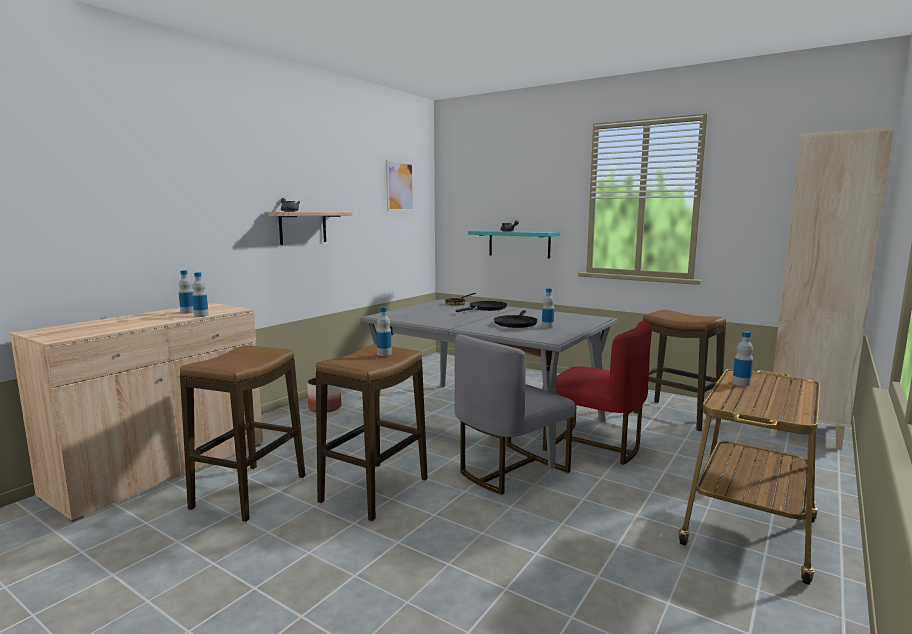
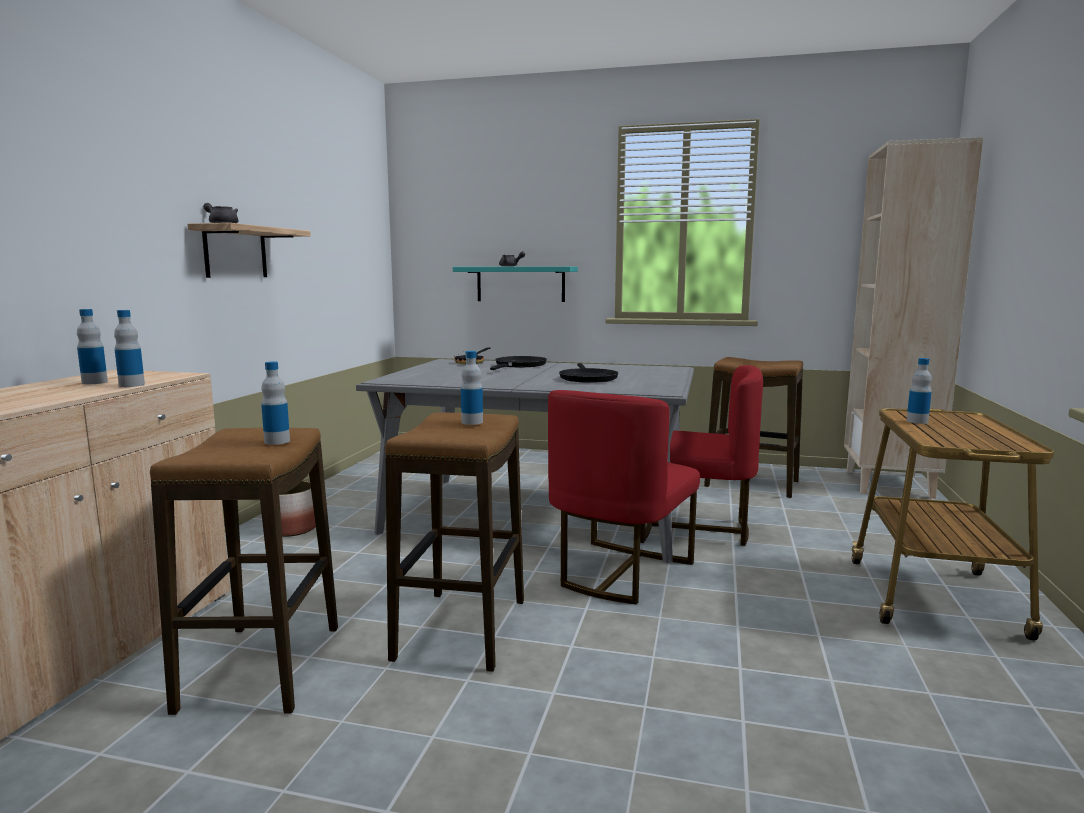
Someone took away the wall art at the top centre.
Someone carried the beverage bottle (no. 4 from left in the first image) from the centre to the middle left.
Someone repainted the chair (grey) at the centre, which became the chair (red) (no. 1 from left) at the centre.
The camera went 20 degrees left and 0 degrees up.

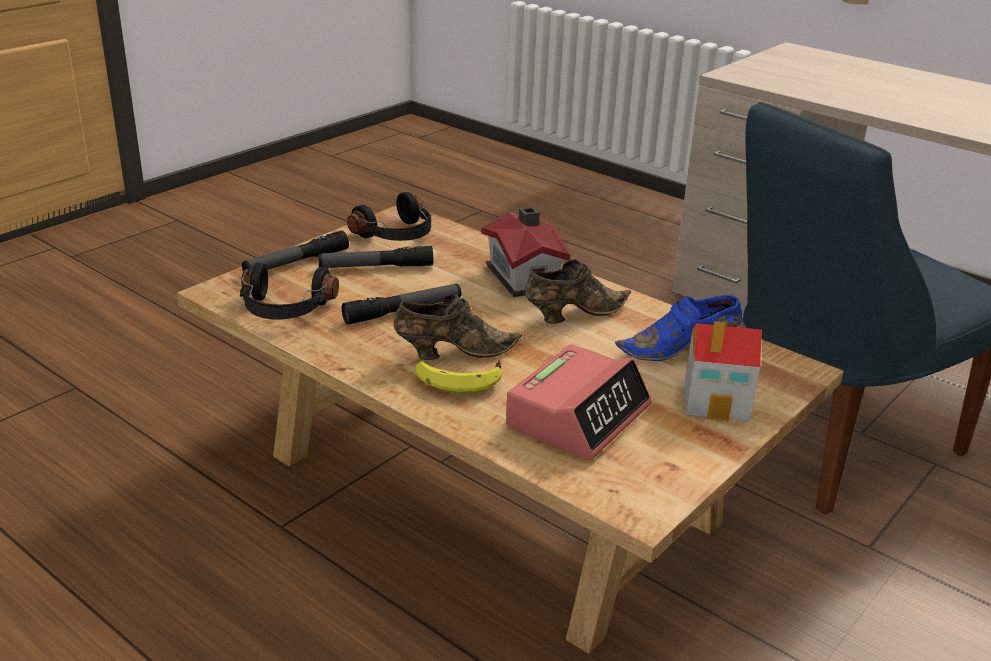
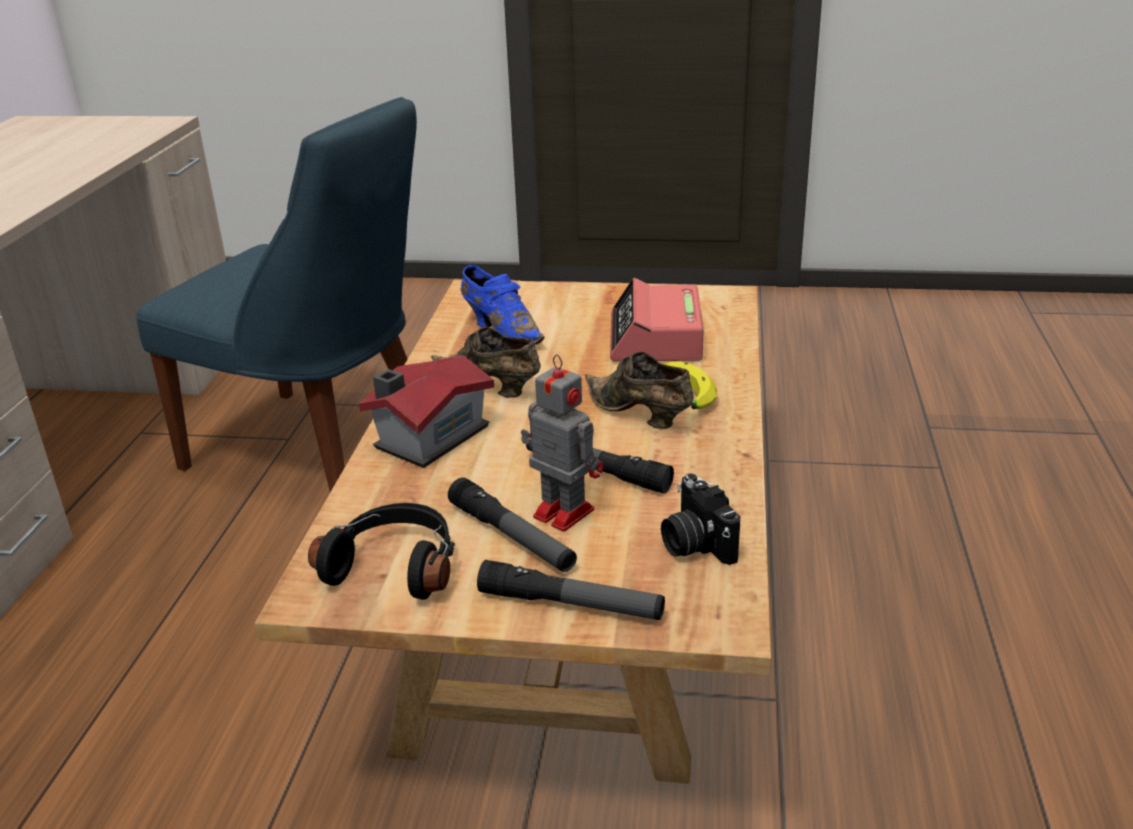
Someone took away the model house (no. 2 from left) at the middle right.
Someone put down the toy robot at the centre.
Someone swapped the pair of headphones (blackish) (no. 1 from left) at the middle left for the photo camera at the centre.
Someone rotated the bedside clock at the centre by 90 degrees counterclockwise.
The camera went 120 degrees left and 0 degrees up.

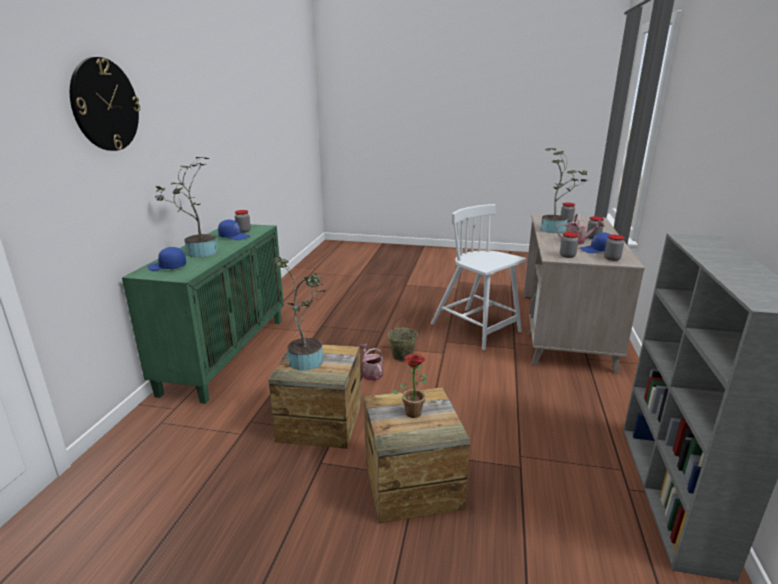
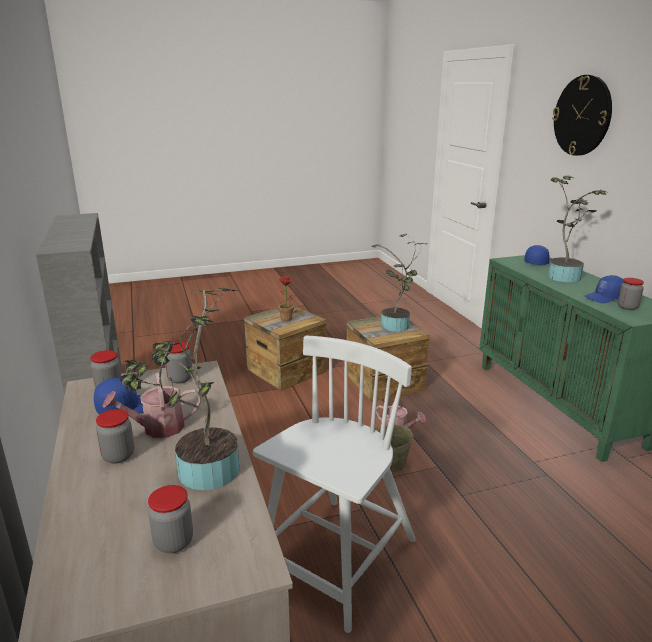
Someone rotated the chair (white) at the centre by 75 degrees counterclockwise.
The camera went 150 degrees right and 0 degrees up.

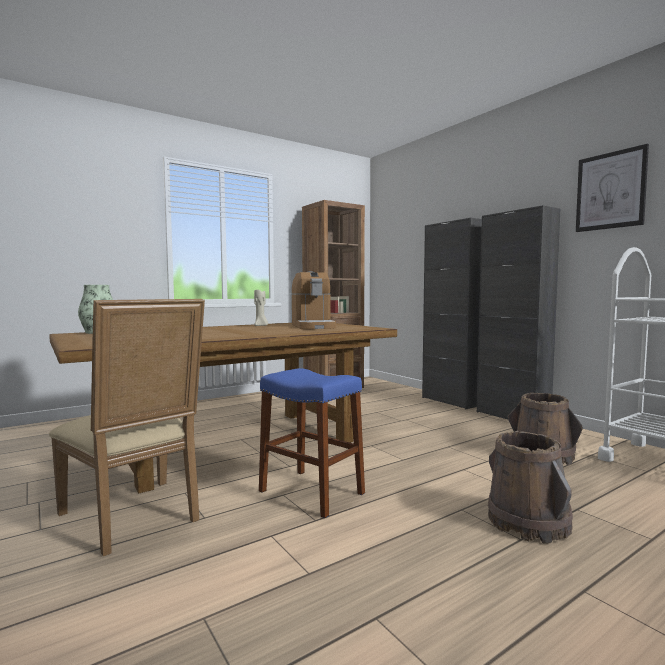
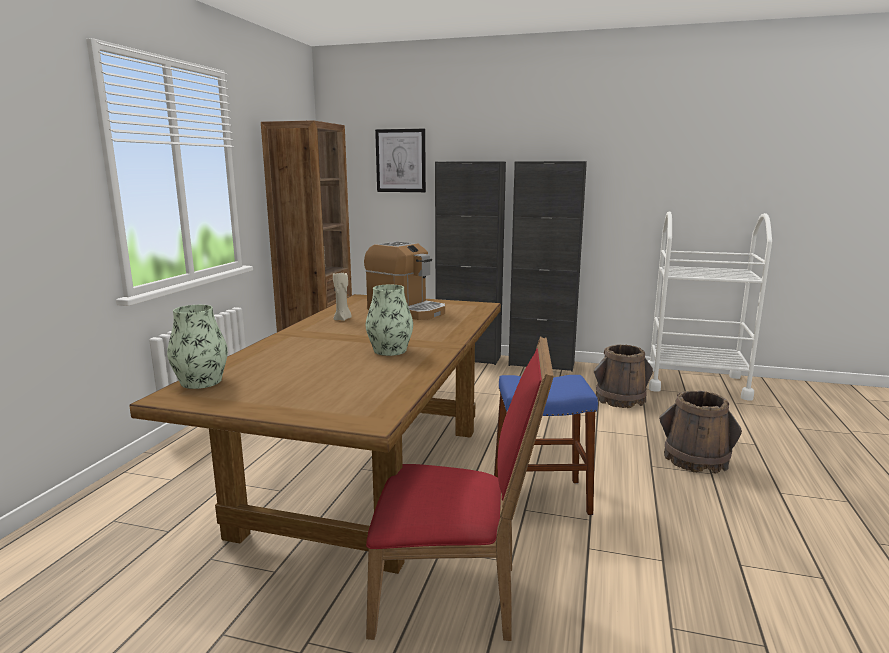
Someone put down the decorative vase (no. 2 from left) at the centre.
Someone carried the wall art from the top right to the top centre.
Someone repainted the chair (beige-coloured) at the middle left, which became the chair (red) at the bottom centre.
The camera went 40 degrees left and 10 degrees up.

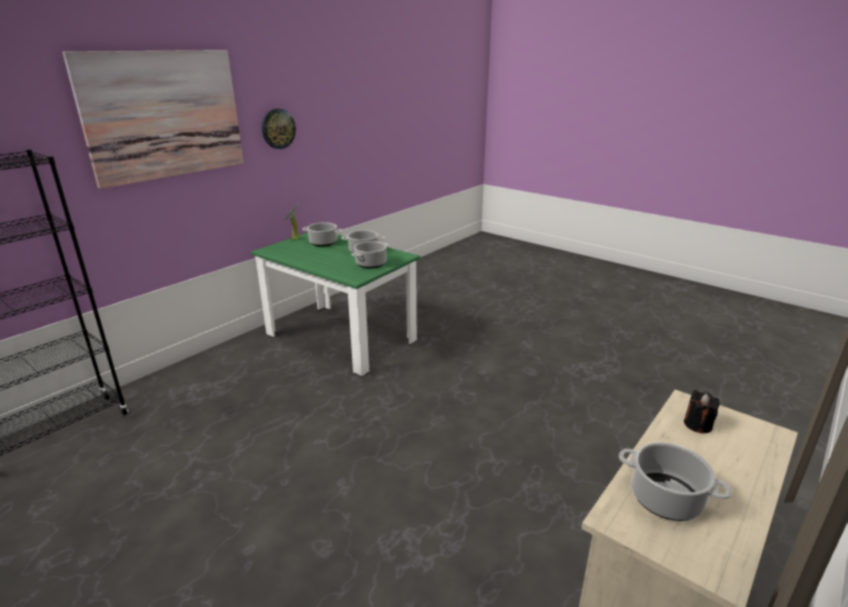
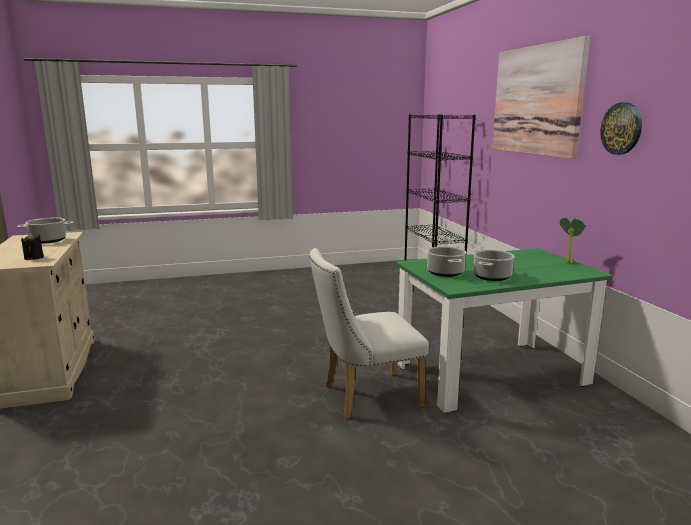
Someone took away the saucepot (no. 1 from left) at the centre.
Someone put down the chair (white) at the centre.
The camera went 125 degrees right and 10 degrees down.

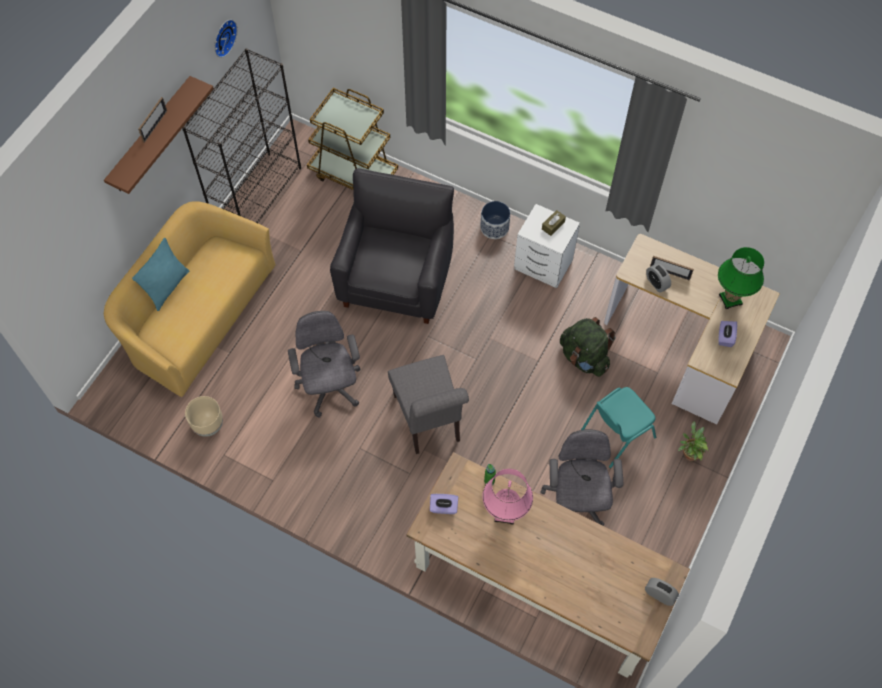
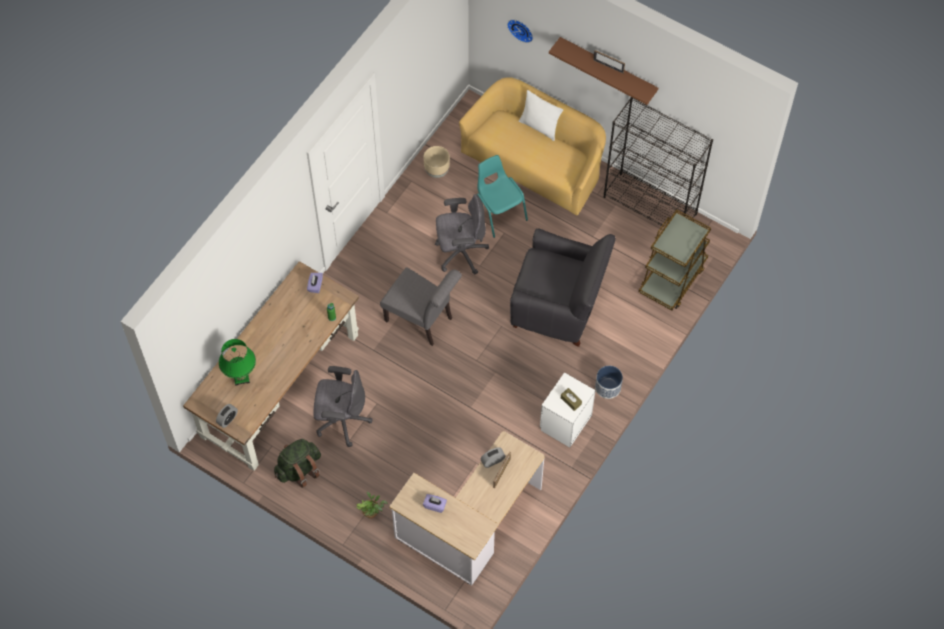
Someone took away the tabletop lamp (pinkish) at the bottom centre.
Someone carried the wall clock from the top left to the top centre.
Someone carried the backpack (green) from the middle right to the bottom left.
Someone carried the chair (turquoise-coloured) from the middle right to the top centre.
Someone carried the tabletop lamp (green) from the middle right to the middle left.
Someone repainted the throw pillow (turquoise-coloured) at the middle left, which became the throw pillow (white) at the top centre.
Someone rotated the chair (grey) at the centre by 135 degrees counterclockwise.
The camera went 95 degrees right and 0 degrees up.

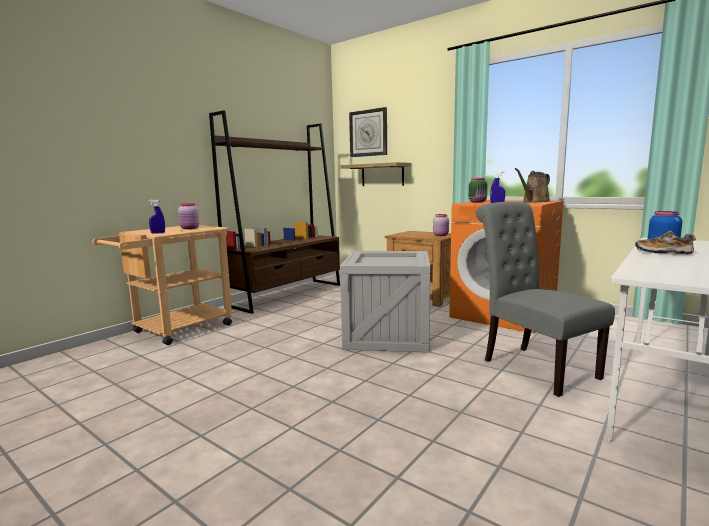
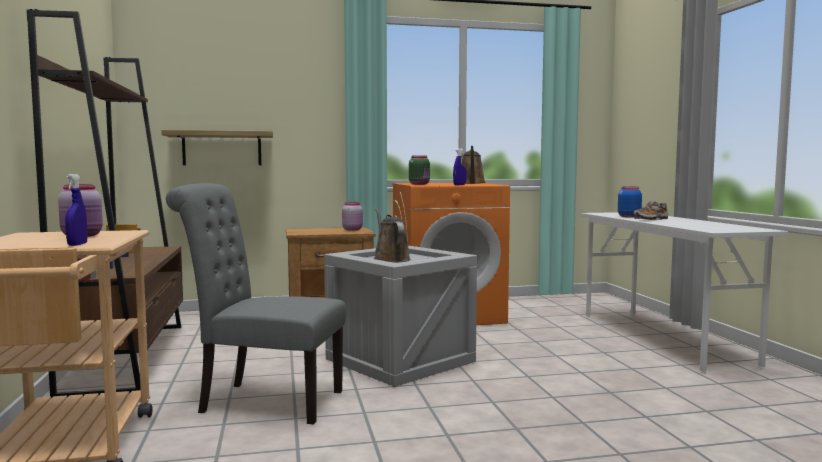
Someone took away the wall clock at the top centre.
Someone put down the sprinkling can (brown) (no. 1 from left) at the centre.
Someone carried the chair (grey) from the middle right to the middle left.
The camera went 50 degrees left and 5 degrees down.

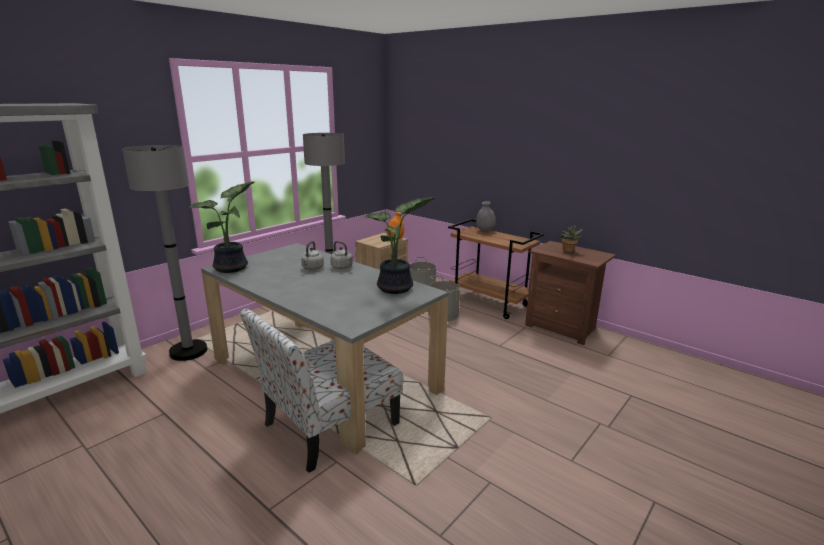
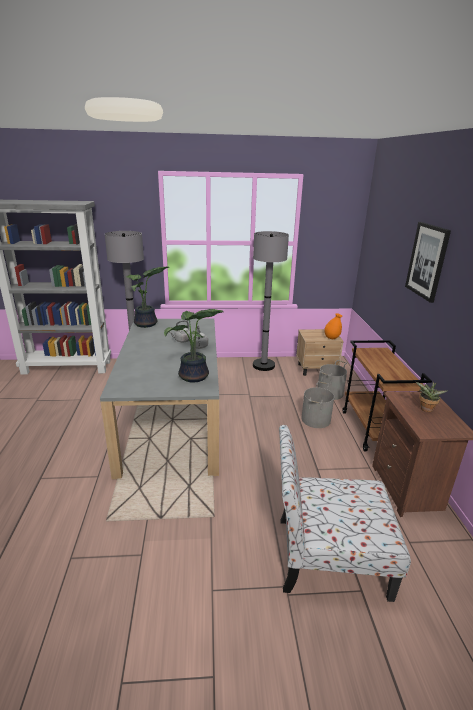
Someone took away the decorative vase (grey) at the centre.
Someone put up the wall art at the middle right.
Someone carried the chair from the bottom centre to the bottom right.
The camera went 45 degrees right and 5 degrees up.

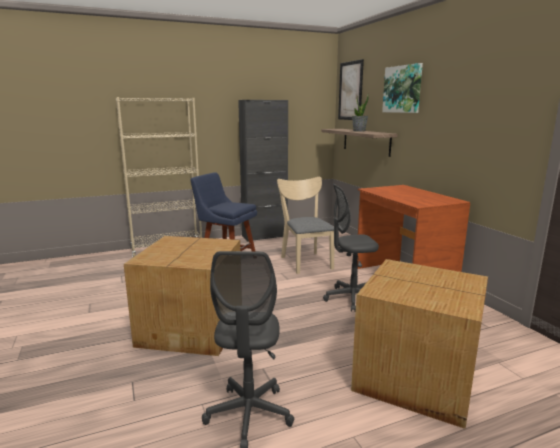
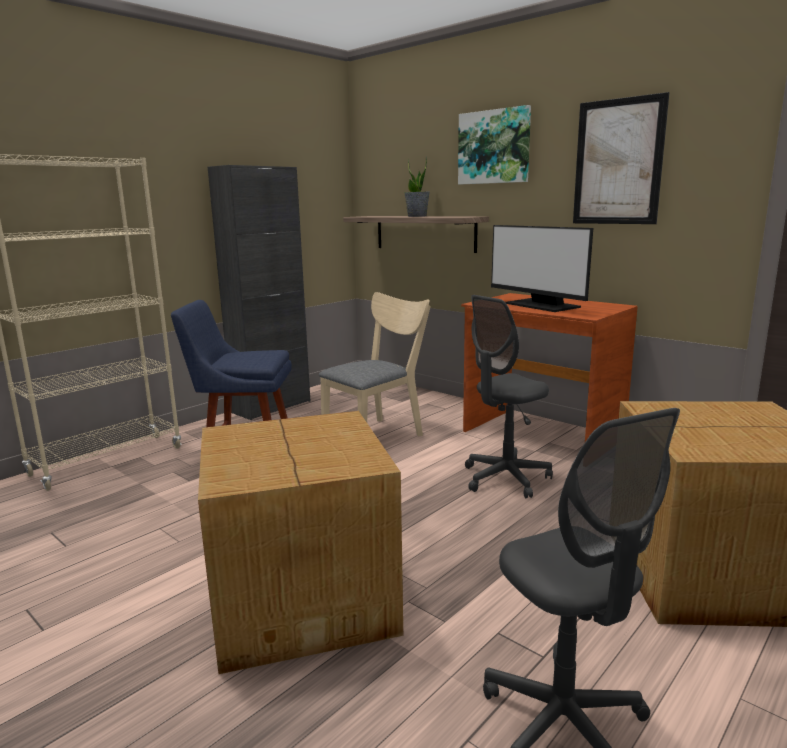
Someone put down the computer display at the middle right.
Someone carried the wall art (no. 1 from left in the first image) from the top centre to the top right.
Someone rotated the chair (beige-coloured) at the centre by 90 degrees clockwise.
The camera went 25 degrees left and 0 degrees up.

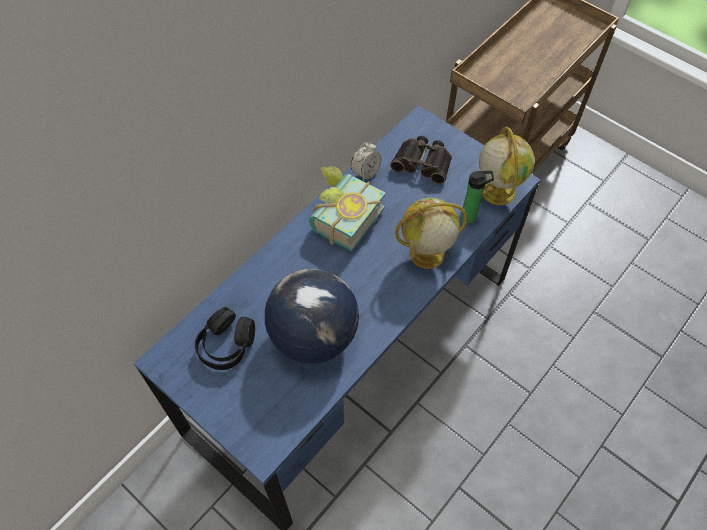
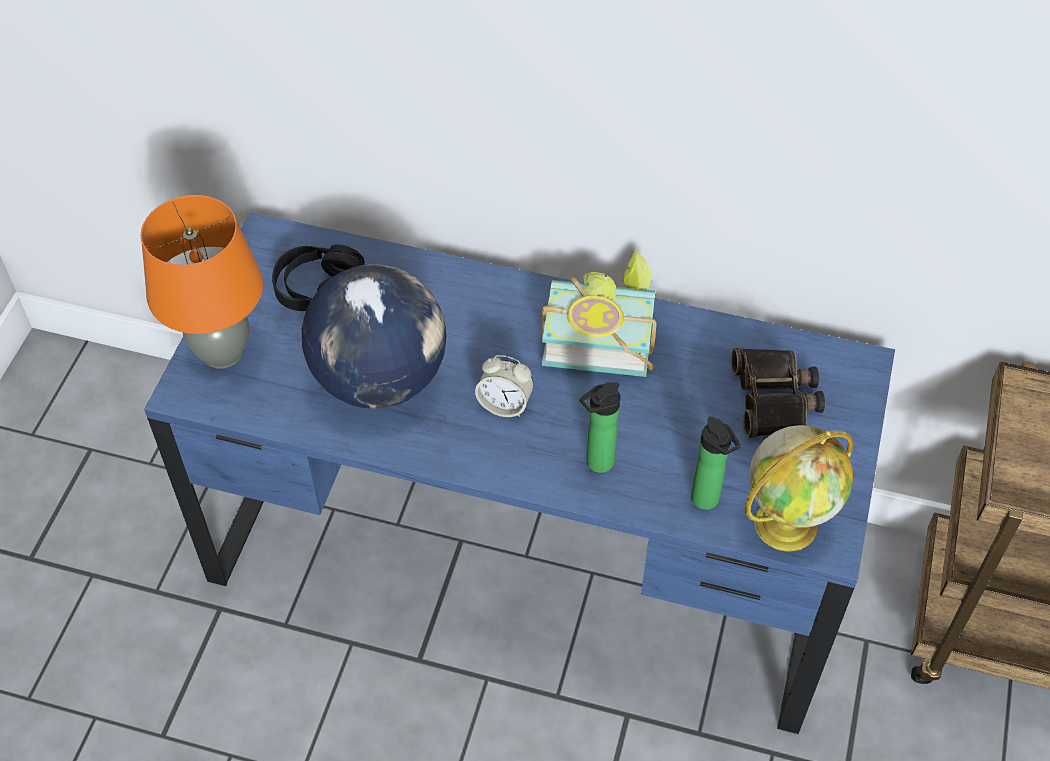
Someone put down the tabletop lamp (orangey) at the middle left.
Someone carried the bedside clock from the top centre to the centre.
Someone swapped the globe (no. 2 from left) at the centre for the beverage bottle (no. 1 from left) at the centre.
The camera went 65 degrees right and 5 degrees down.

